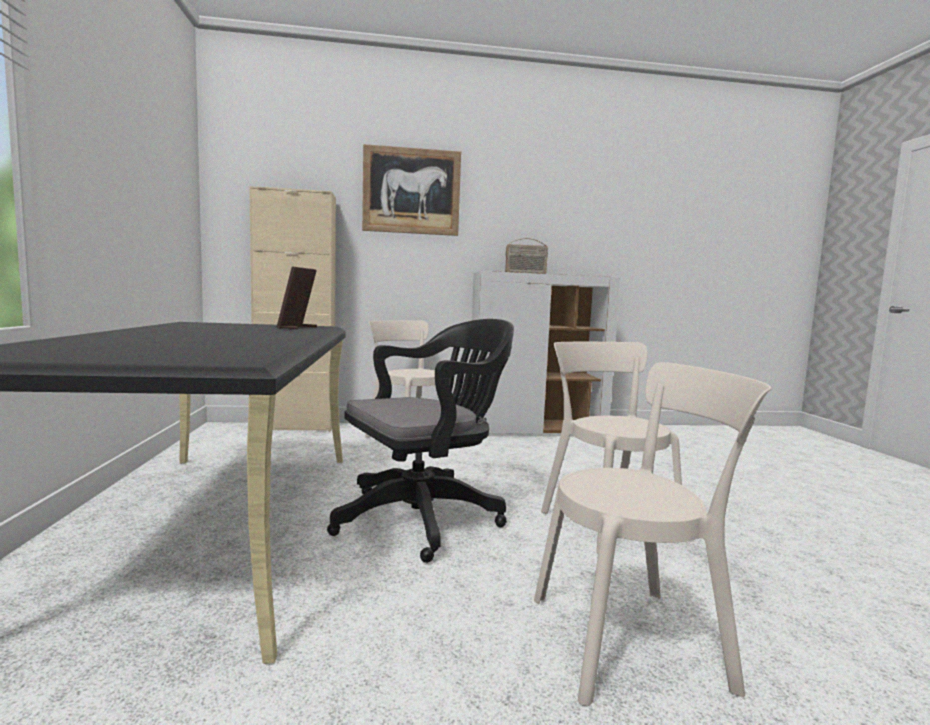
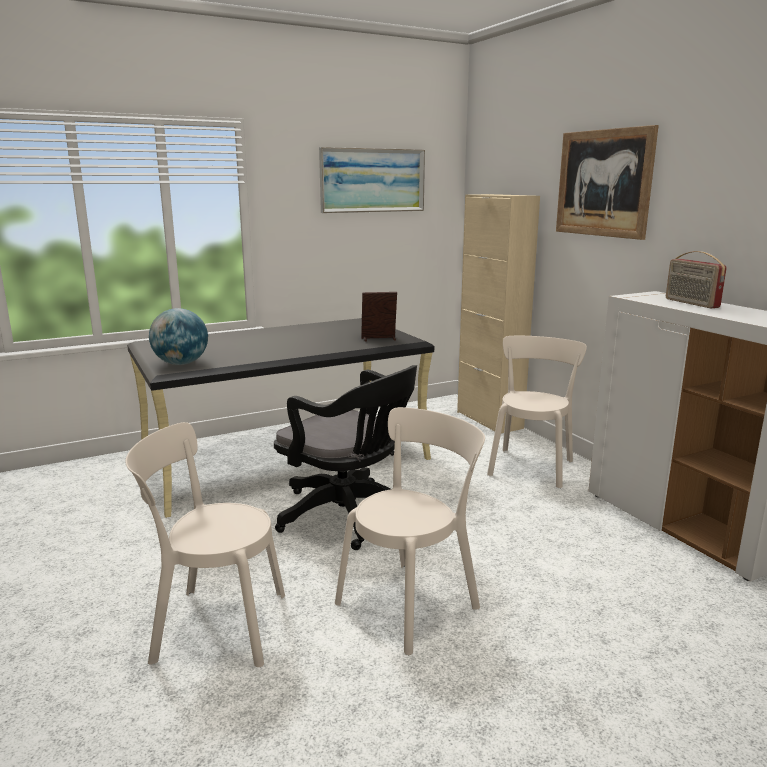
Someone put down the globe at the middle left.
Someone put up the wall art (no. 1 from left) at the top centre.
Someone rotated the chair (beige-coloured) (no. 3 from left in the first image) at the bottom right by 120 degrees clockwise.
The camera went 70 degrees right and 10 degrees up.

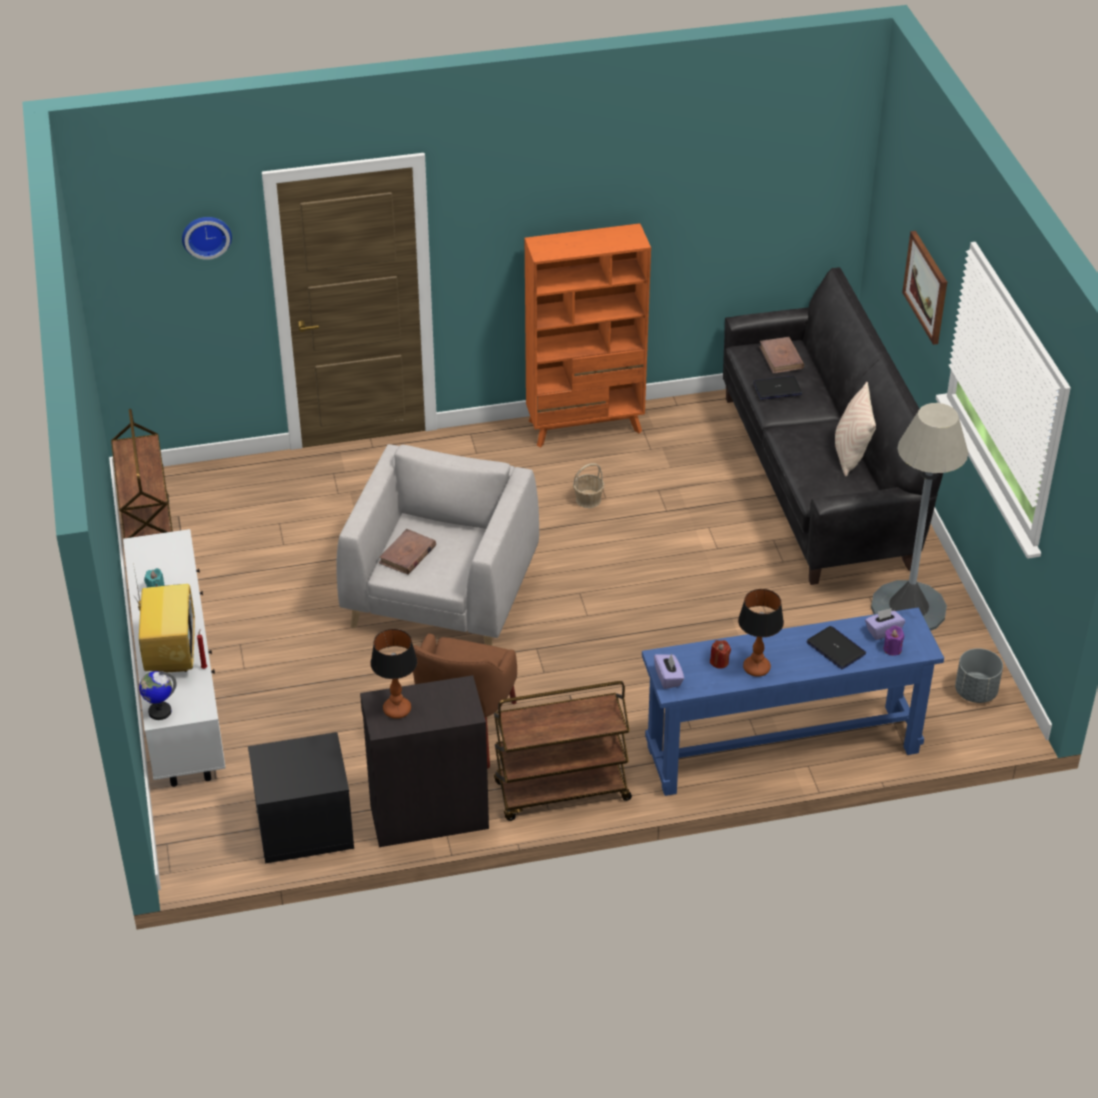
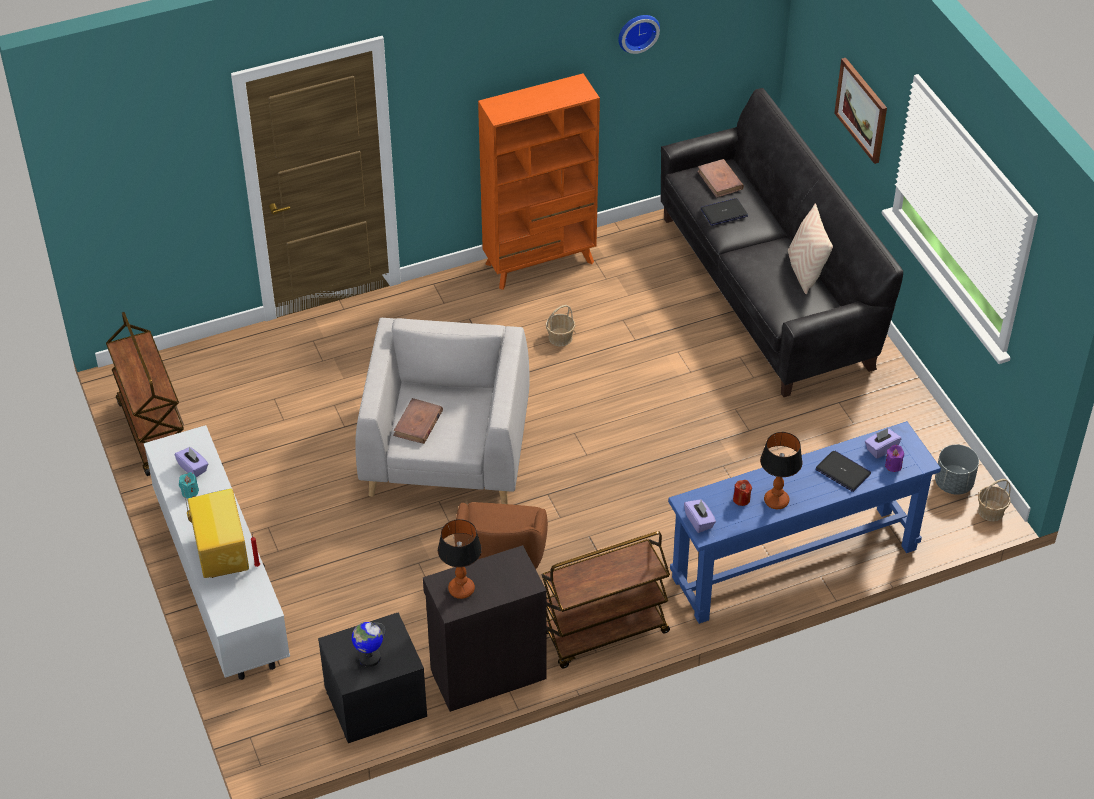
Someone took away the standard lamp (grey) at the middle right.
Someone put down the tissue holder (purplish) (no. 1 from left) at the middle left.
Someone put down the basket (no. 2 from left) at the middle right.
Someone carried the globe from the middle left to the bottom centre.
Someone carried the wall clock from the top left to the top centre.
The camera went 10 degrees left and 5 degrees up.

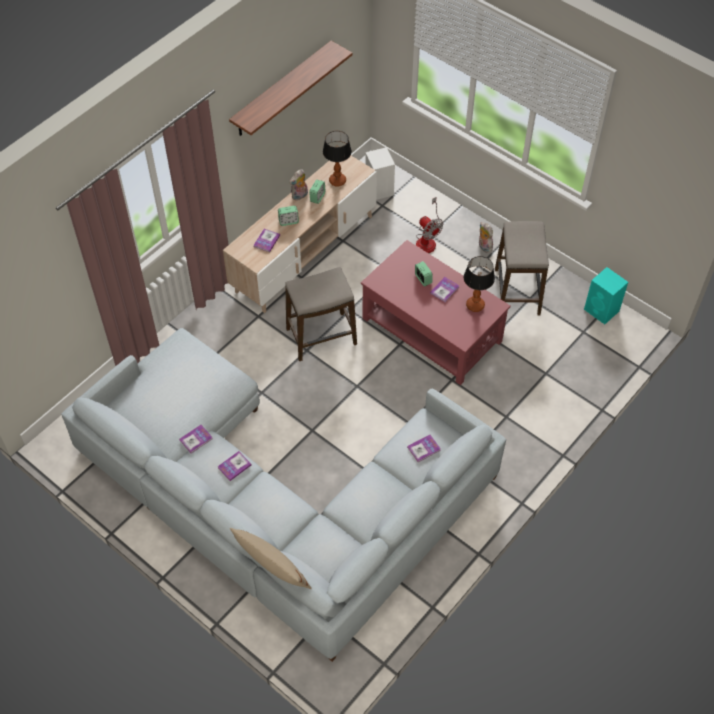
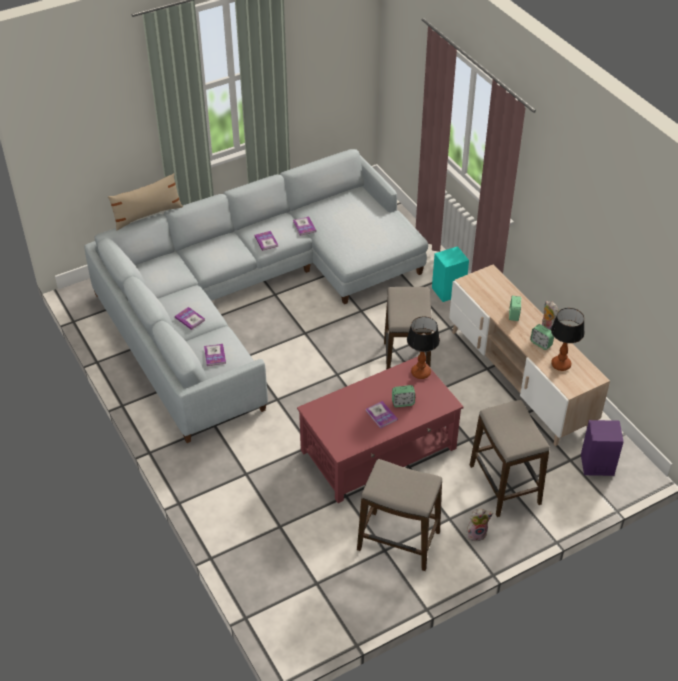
Someone took away the bracket shelf at the top centre.
Someone carried the bound book (no. 3 from left in the first image) from the centre to the middle left.
Someone carried the tabletop lamp (no. 2 from left in the first image) from the middle right to the centre.
Someone carried the audio speaker (turquoise-coloured) from the middle right to the centre.
Someone swapped the fan at the top centre for the stool (no. 3 from left) at the bottom right.
Someone repainted the audio speaker (white) at the top centre, which became the audio speaker (purplish) at the middle right.
The camera went 110 degrees right and 10 degrees down.

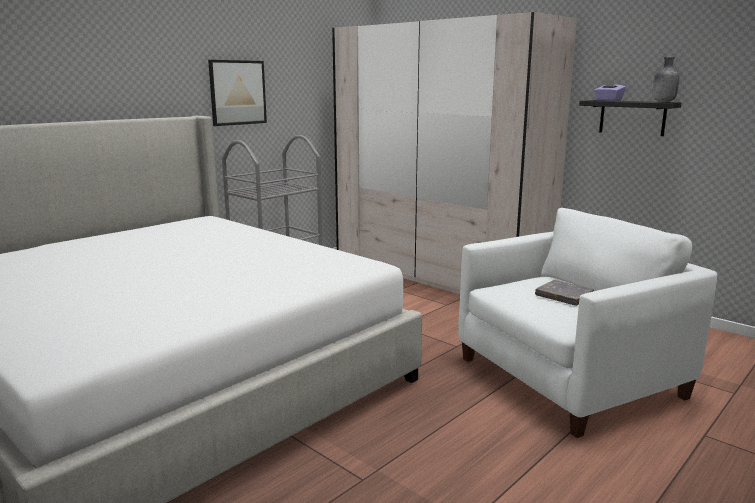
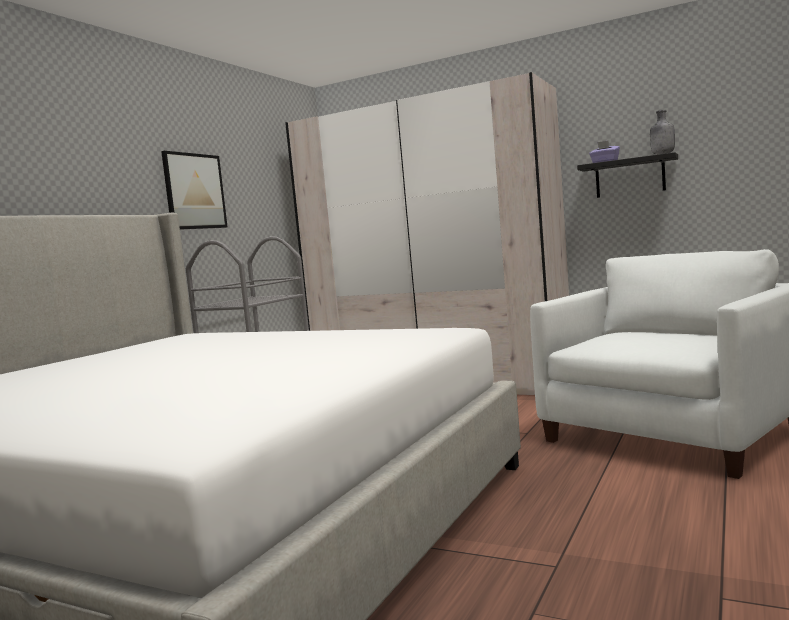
Someone took away the bound book (grey) at the middle right.
The camera went 15 degrees left and 10 degrees down.

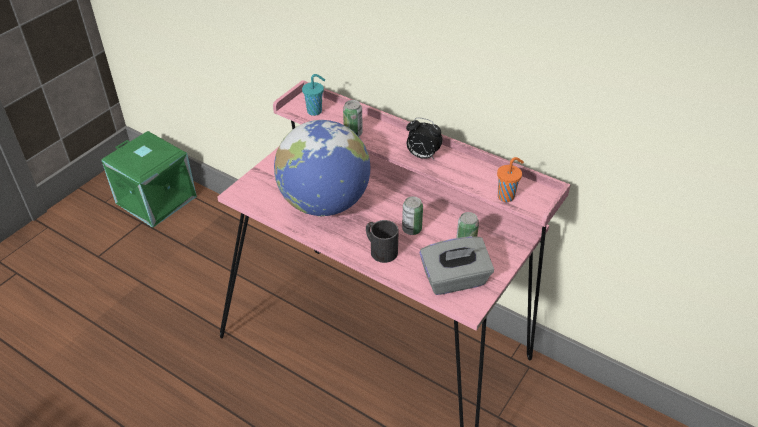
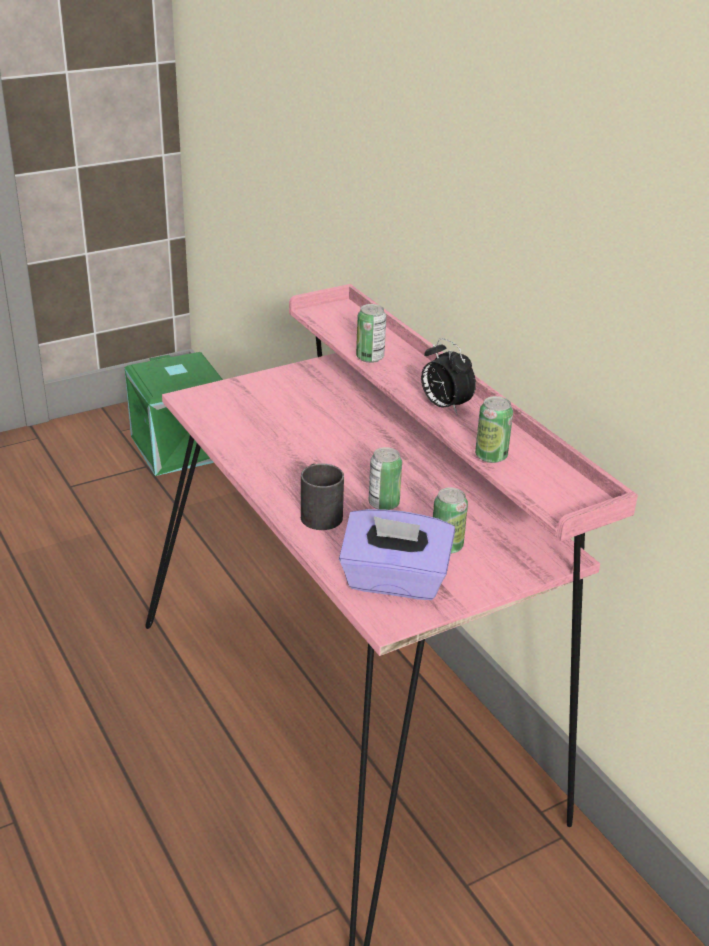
Someone took away the globe at the centre.
Someone took away the cup (turquoise-coloured) at the top centre.
Someone took away the cup (orangey) at the middle right.
Someone put down the sealed can (no. 4 from left) at the middle right.
Someone repainted the tissue holder (grey) at the centre, which became the tissue holder (purplish) at the centre.
The camera went 25 degrees right and 10 degrees down.

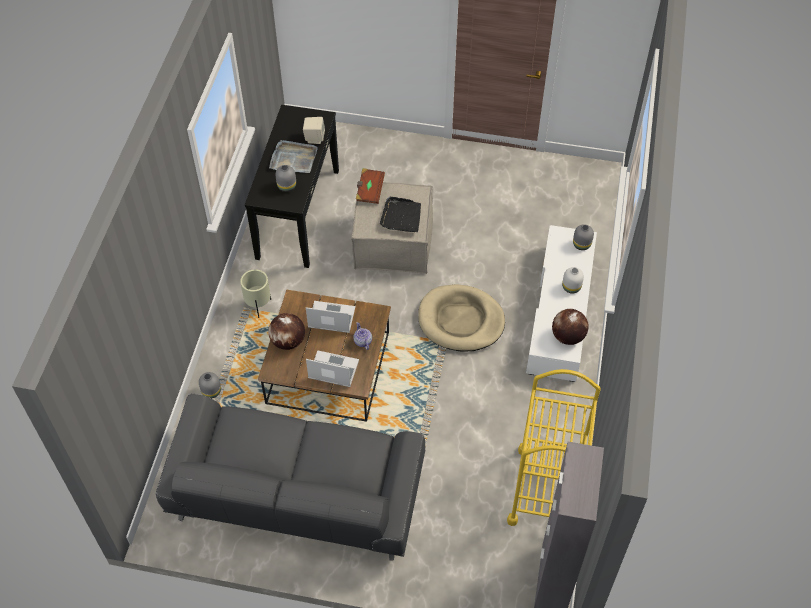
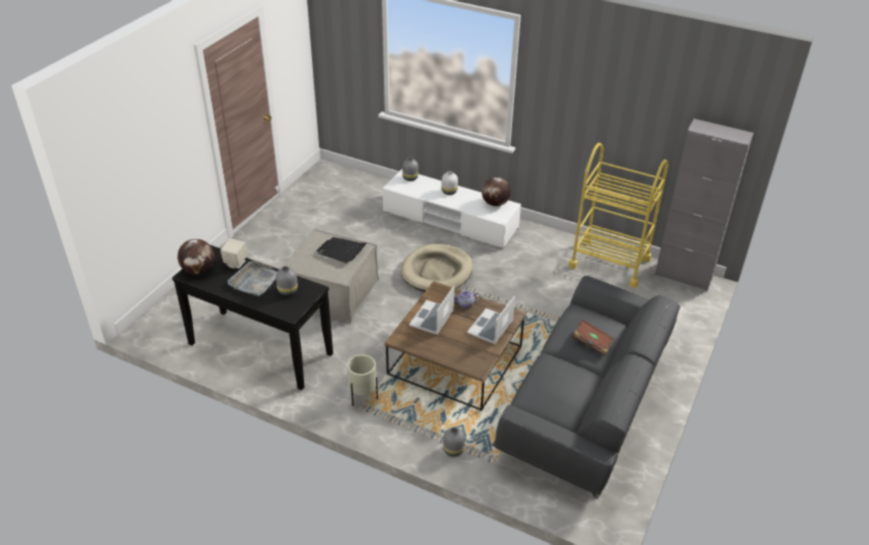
Someone carried the globe (no. 1 from left) from the centre to the middle left.
Someone carried the bound book (brown) from the top centre to the middle right.
The camera went 75 degrees left and 15 degrees down.

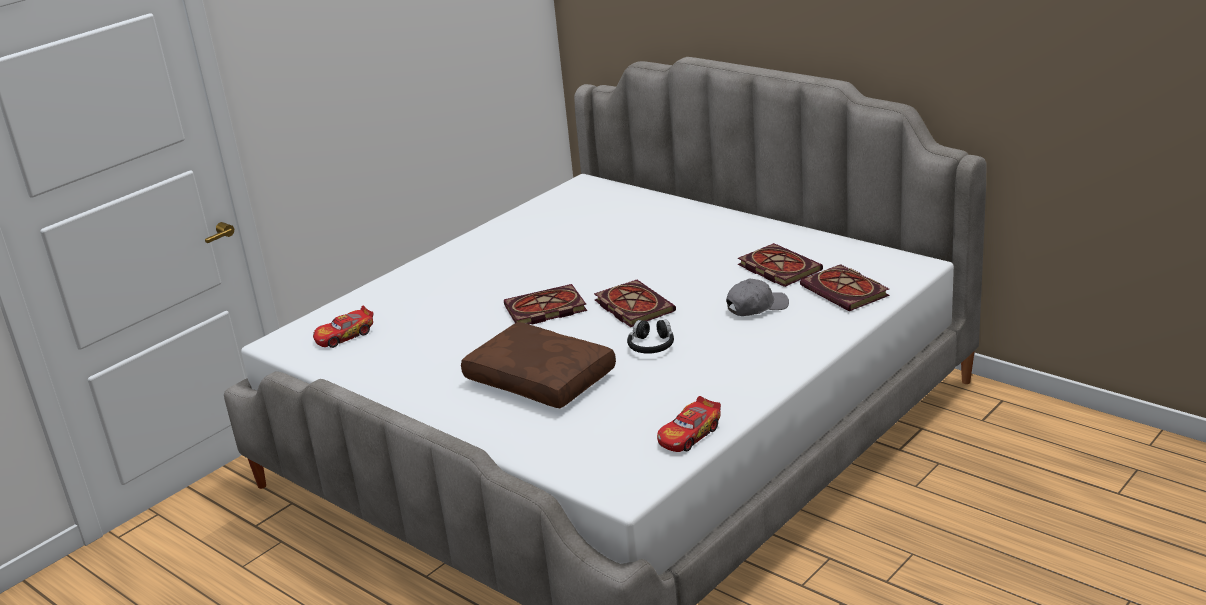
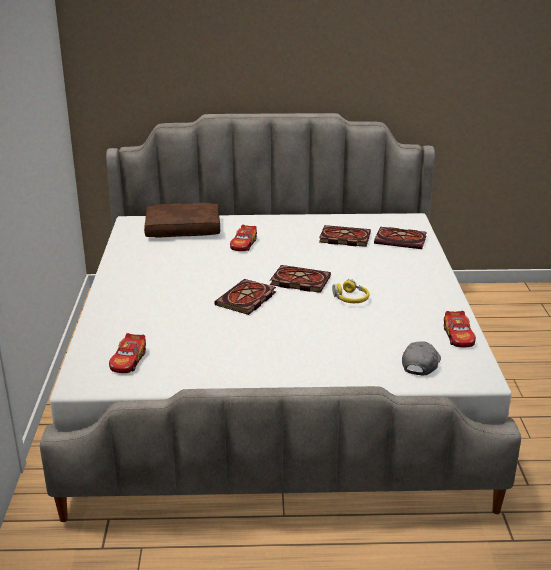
Someone put down the miniature car (no. 2 from left) at the centre.
Someone carried the throw pillow (brown) from the centre to the middle left.
Someone carried the cap (grey) from the centre to the middle right.
Someone repainted the pair of headphones (blackish) at the centre, which became the pair of headphones (yellow) at the centre.
The camera went 45 degrees left and 0 degrees up.

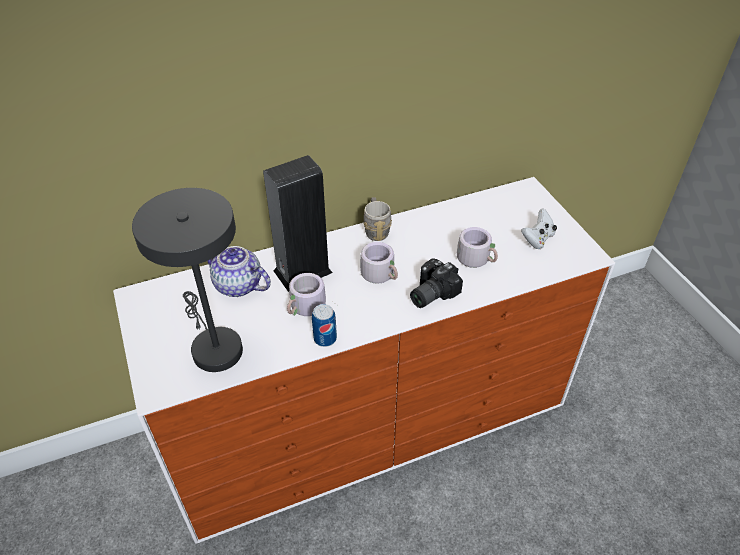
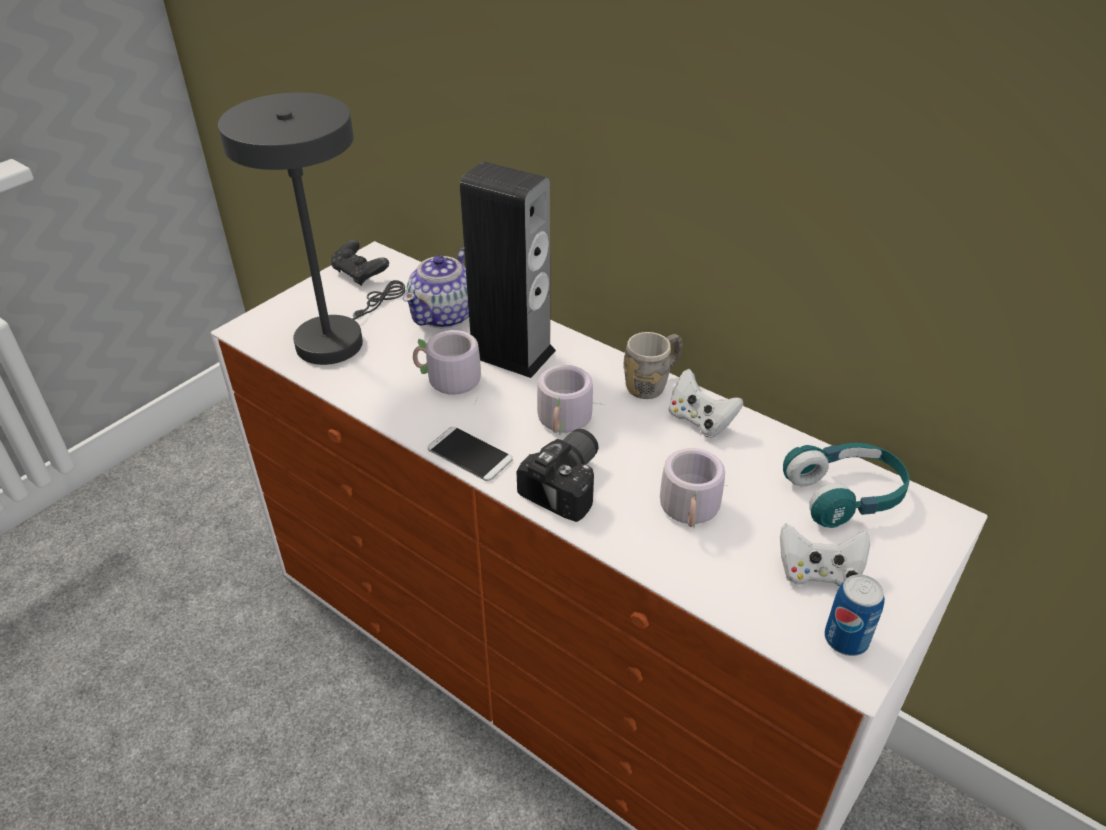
Someone put down the gamepad (blackish) at the top left.
Someone put down the handset at the centre.
Someone put down the gamepad (white) (no. 1 from left) at the centre.
Someone put down the pair of headphones (turquoise-coloured) at the middle right.
Someone carried the sealed can from the centre to the bottom right.
Someone rotated the tea pot at the middle left by 150 degrees counterclockwise.
Someone rotated the photo camera at the centre by 105 degrees clockwise.
The camera went 60 degrees right and 5 degrees down.

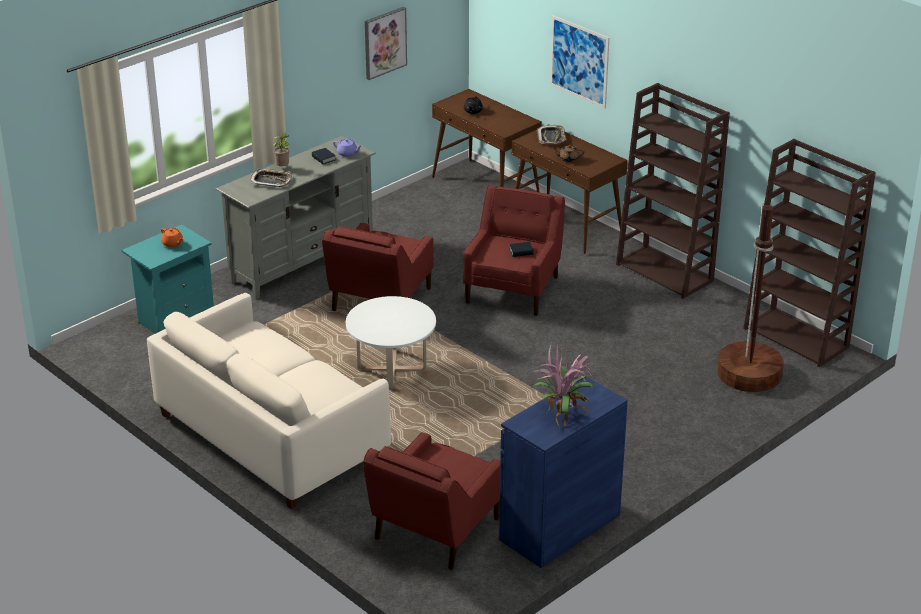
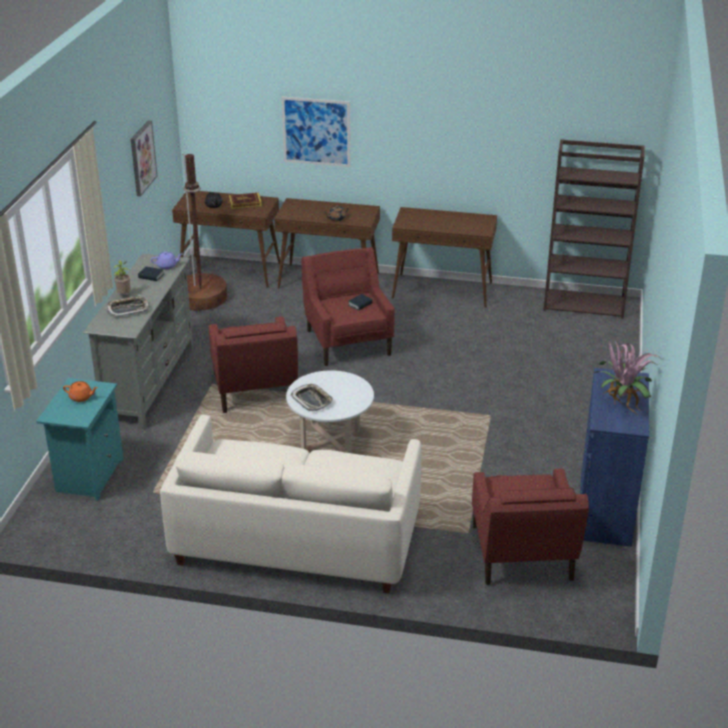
Someone put down the bound book (no. 2 from left) at the top centre.
Someone carried the tray (no. 2 from left) from the top centre to the centre.
Someone carried the standard lamp (brown) from the middle right to the top left.
Someone swapped the bookshelf (brown) (no. 1 from left) at the top right for the console table (brown) (no. 3 from left) at the centre.
The camera went 35 degrees left and 0 degrees up.

